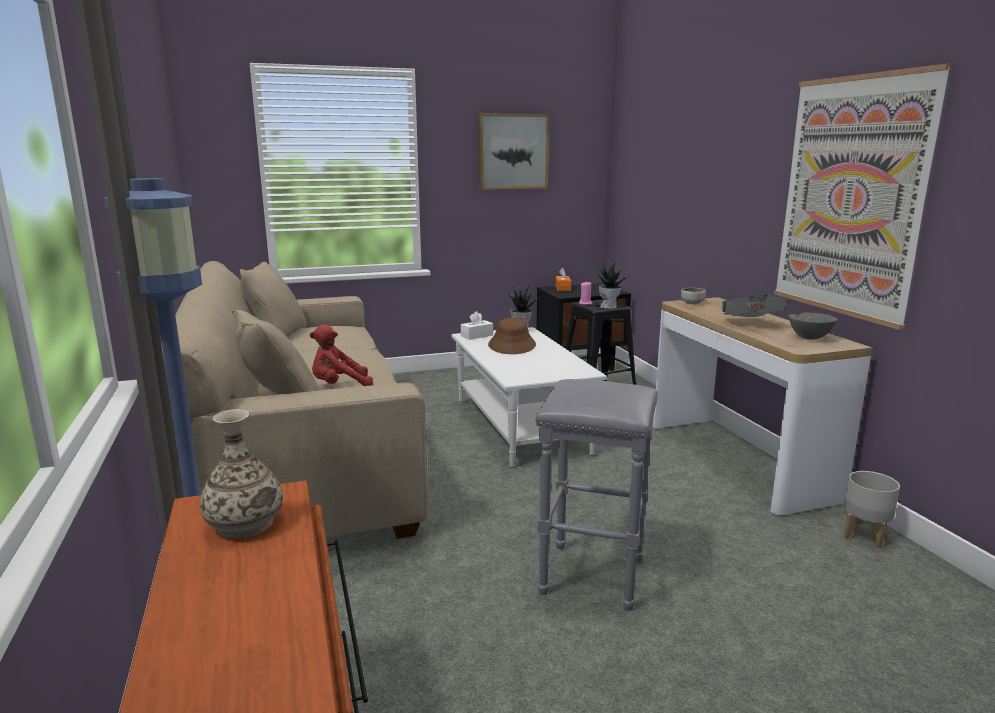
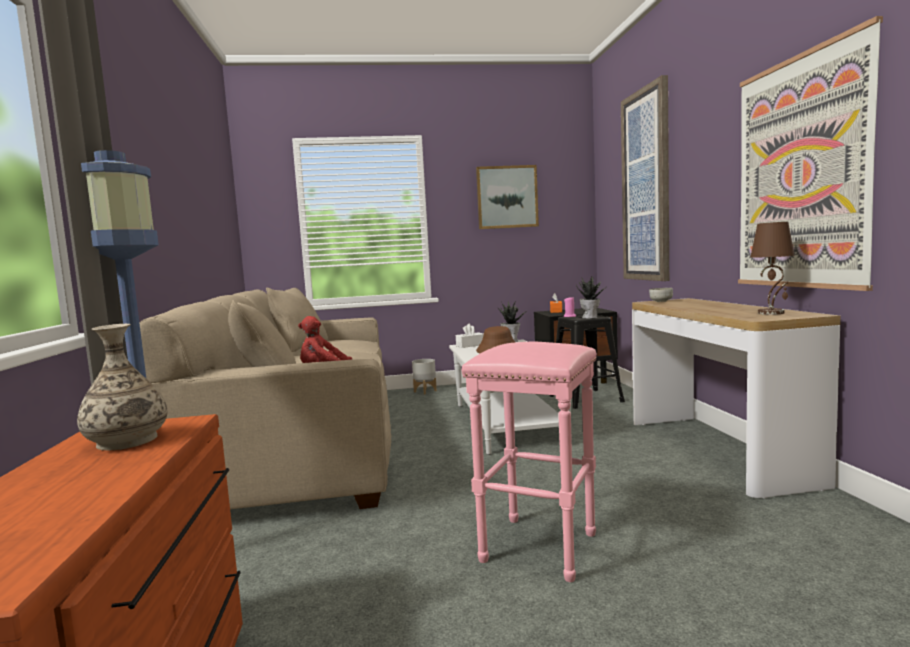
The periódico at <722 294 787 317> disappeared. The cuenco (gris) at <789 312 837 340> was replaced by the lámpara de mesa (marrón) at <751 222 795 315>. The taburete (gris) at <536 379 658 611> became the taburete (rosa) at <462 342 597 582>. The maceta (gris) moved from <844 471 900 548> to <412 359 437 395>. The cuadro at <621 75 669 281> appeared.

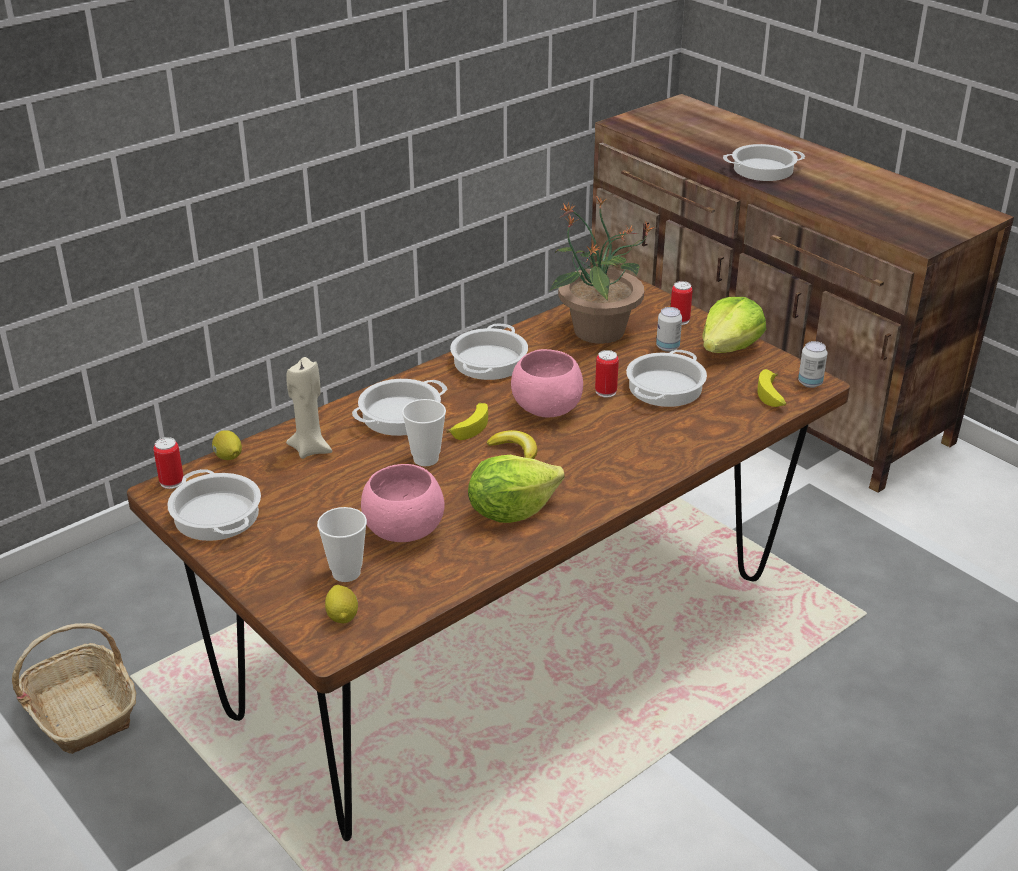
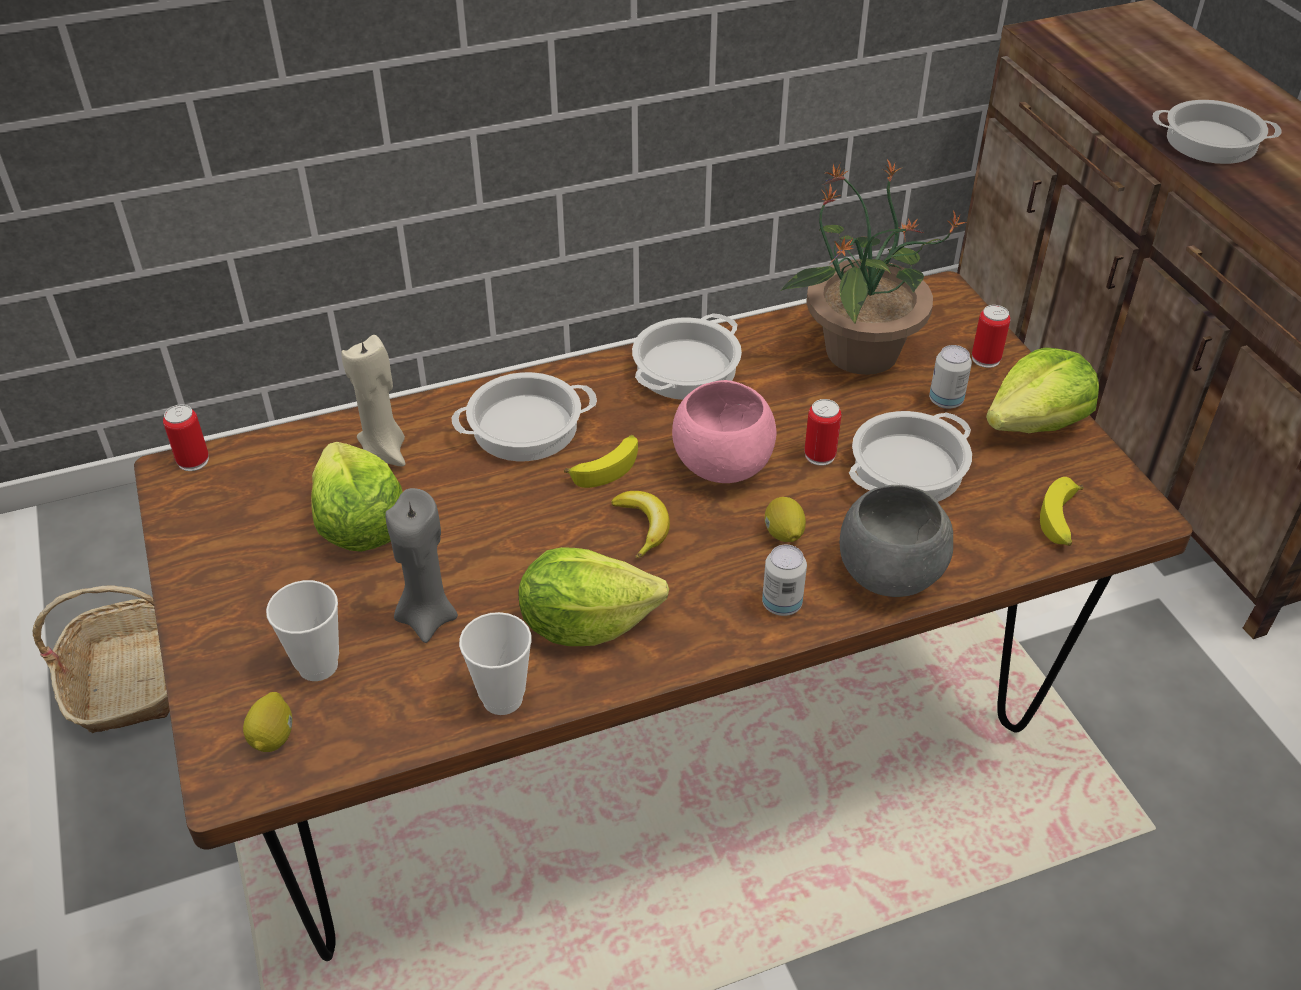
The lata moved from <798 341 828 388> to <762 545 807 616>. The taza moved from <402 399 446 466> to <459 612 532 715>. The limón moved from <212 430 242 460> to <765 497 806 542>. The cuenco (rosa) at <361 464 444 542> was replaced by the vela (gris) at <385 488 458 643>. The olla at <167 469 261 541> disappeared. The lechuga at <311 442 403 552> appeared. The cuenco (gris) at <840 485 953 597> appeared.

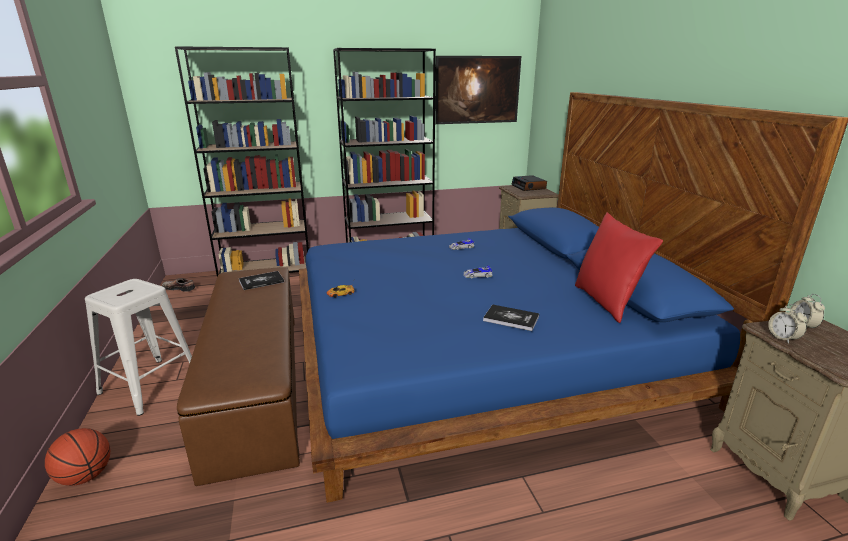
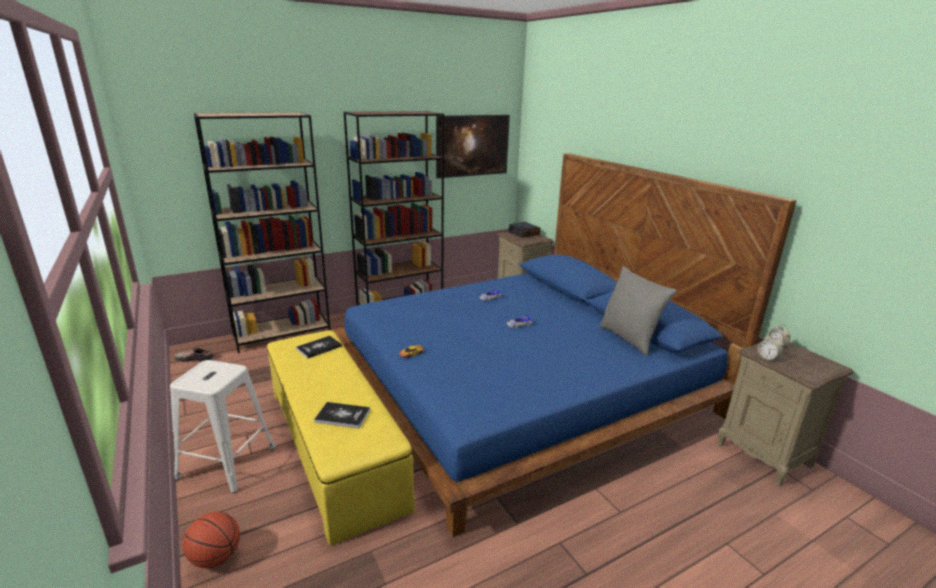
The cojín (rojo) at <575 212 663 323> became the cojín (gris) at <600 266 677 356>. The banco (marrón) at <177 267 300 486> became the banco (amarillo) at <267 330 414 546>. The libro moved from <483 304 539 331> to <314 402 370 429>.

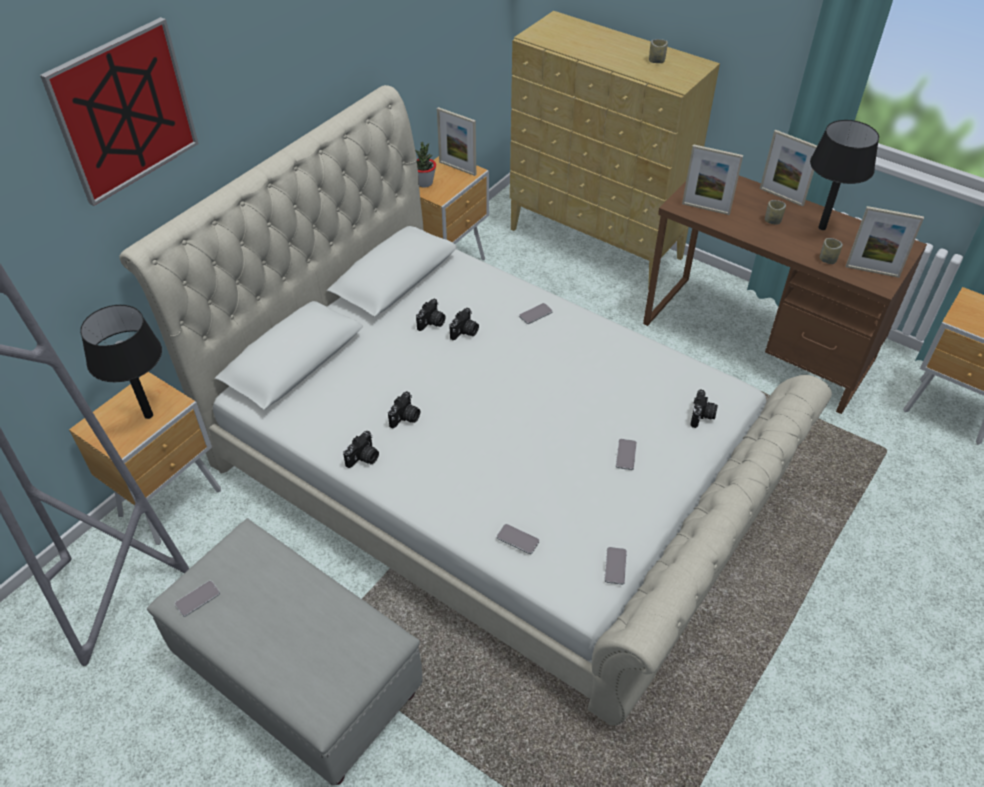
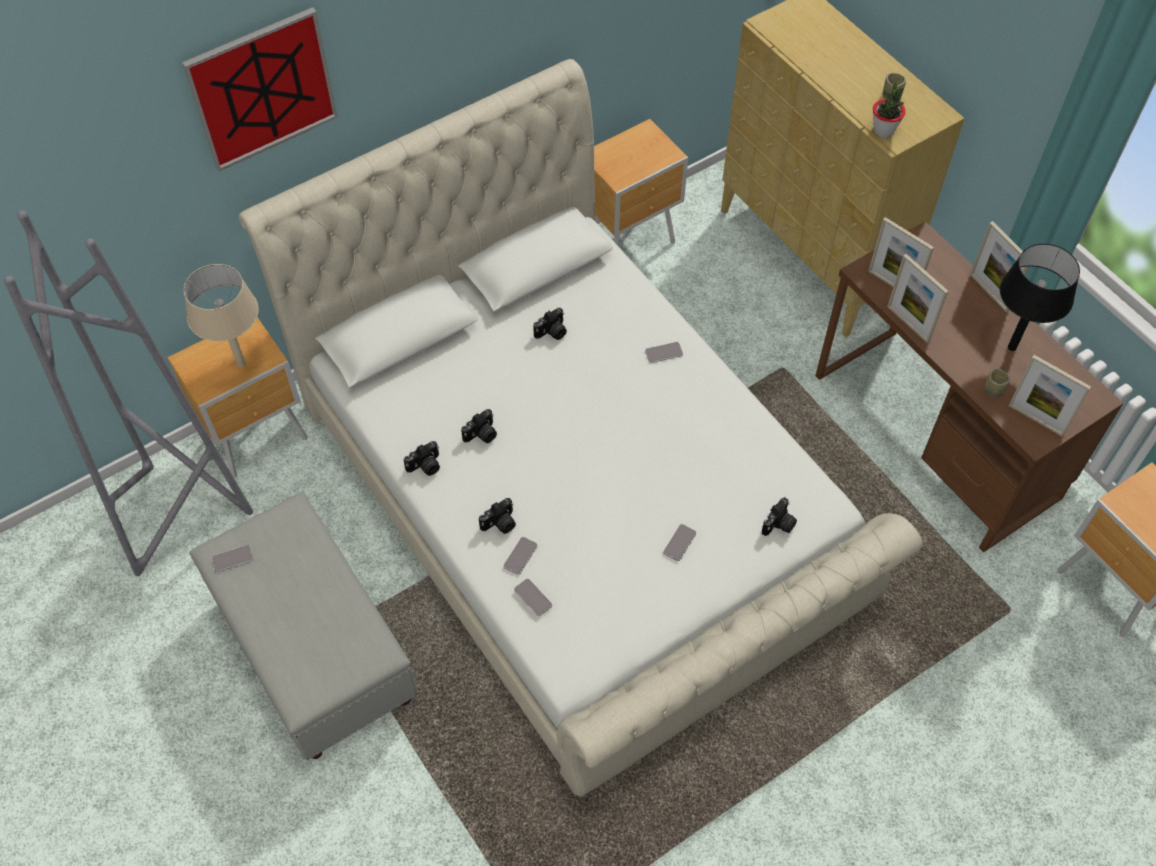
The portarretratos moved from <437 107 476 176> to <887 254 949 343>. The planta en maceta moved from <415 142 436 188> to <873 84 906 137>. The taza at <765 200 786 224> disappeared. The lámpara de mesa (negro) at <80 305 162 419> became the lámpara de mesa (beis) at <184 264 259 367>. The cámara moved from <449 308 479 340> to <479 498 516 534>. The móvil moved from <604 547 627 585> to <503 537 537 575>.

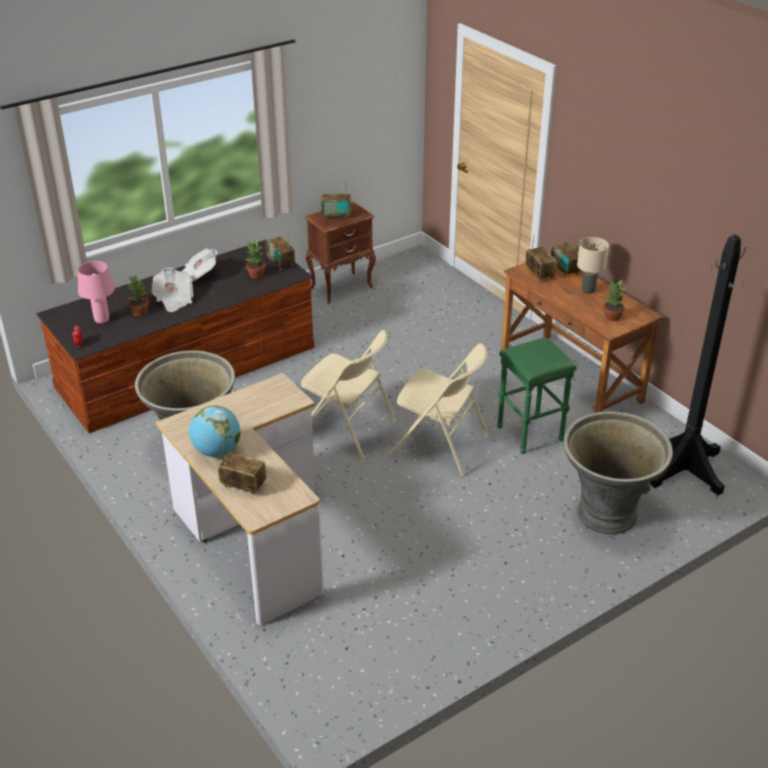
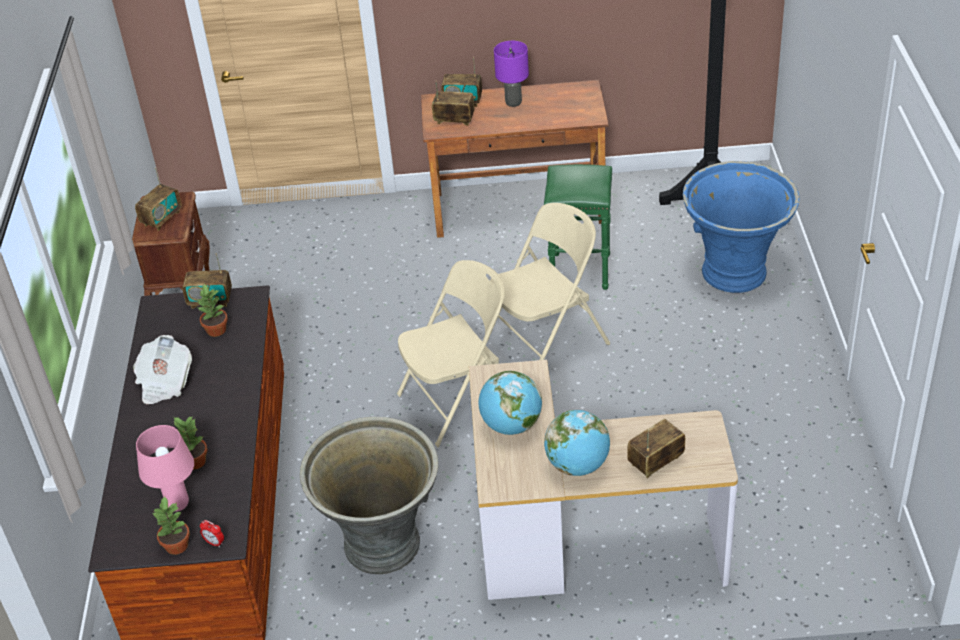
The lámpara de mesa (beis) at <577 237 609 294> became the lámpara de mesa (morado) at <494 41 529 107>. The periódico at <151 268 193 312> disappeared. The planta en maceta moved from <603 280 626 321> to <151 496 190 555>. The maceta (gris) at <564 411 673 534> became the maceta (azul) at <683 161 799 293>. The globo terráqueo at <479 370 542 435> appeared.

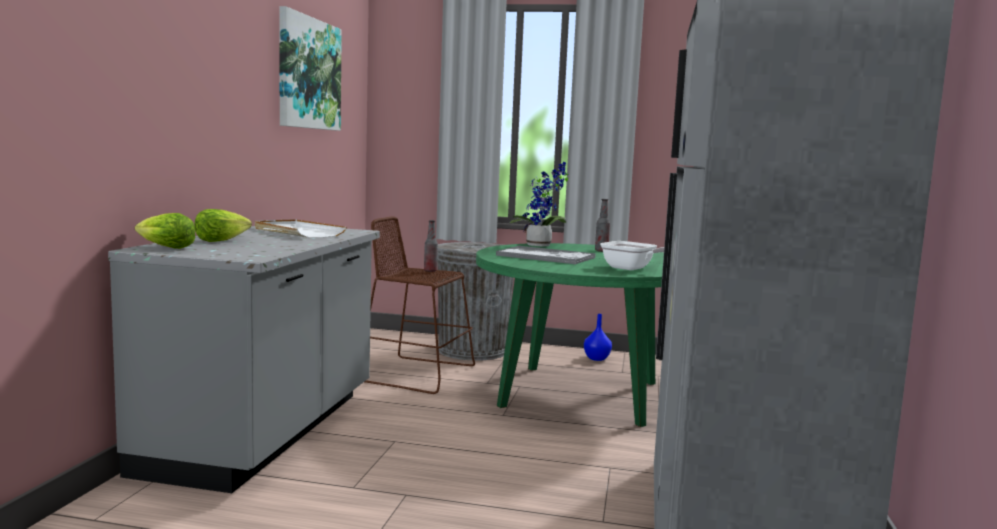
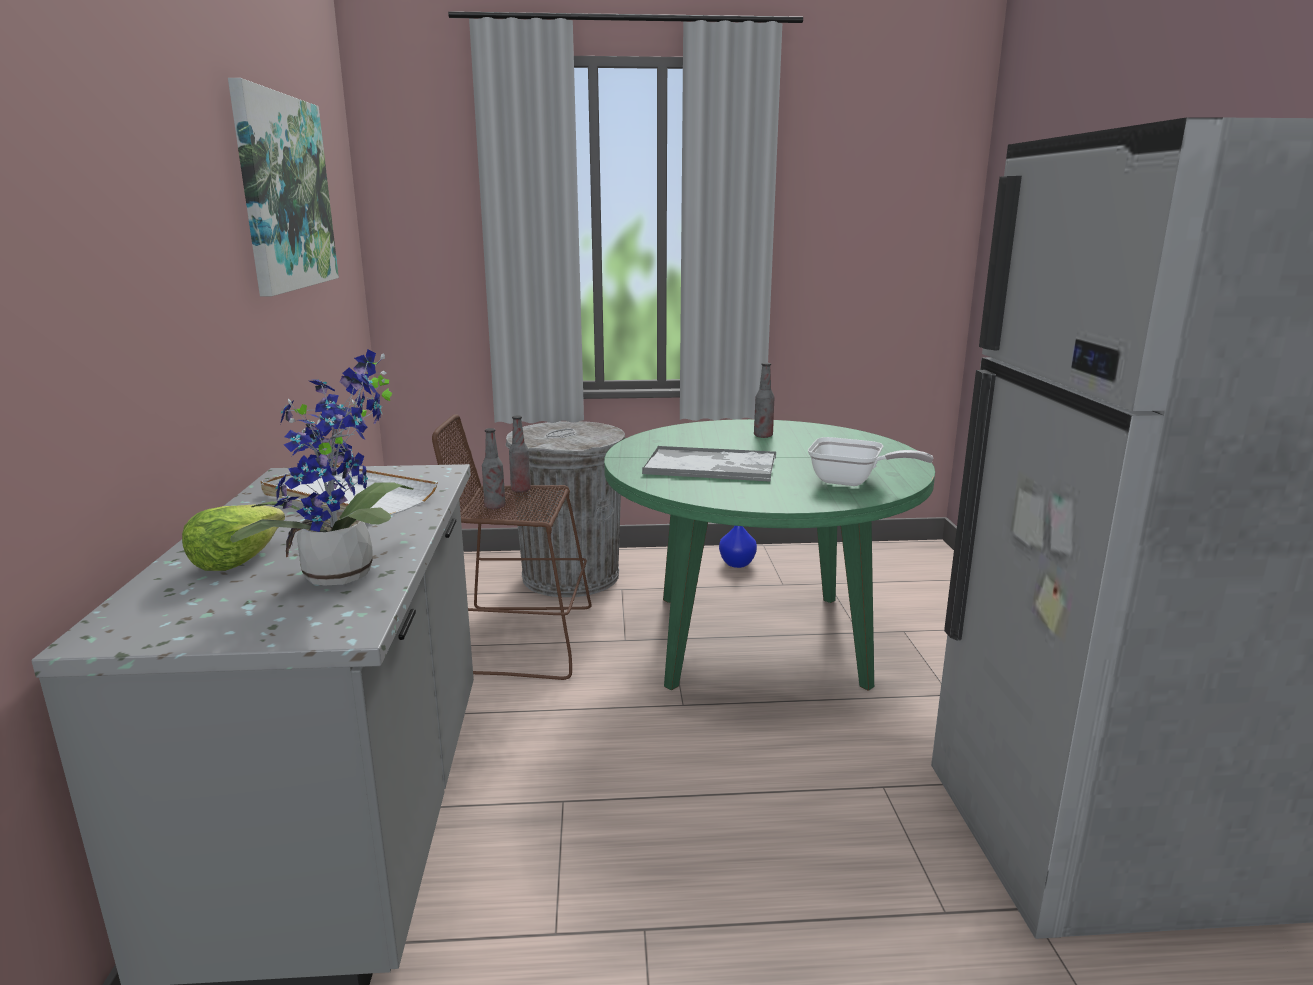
The planta en maceta moved from <509 162 569 246> to <230 349 414 585>. The lechuga at <135 213 195 249> disappeared. The botella at <482 428 505 509> appeared.

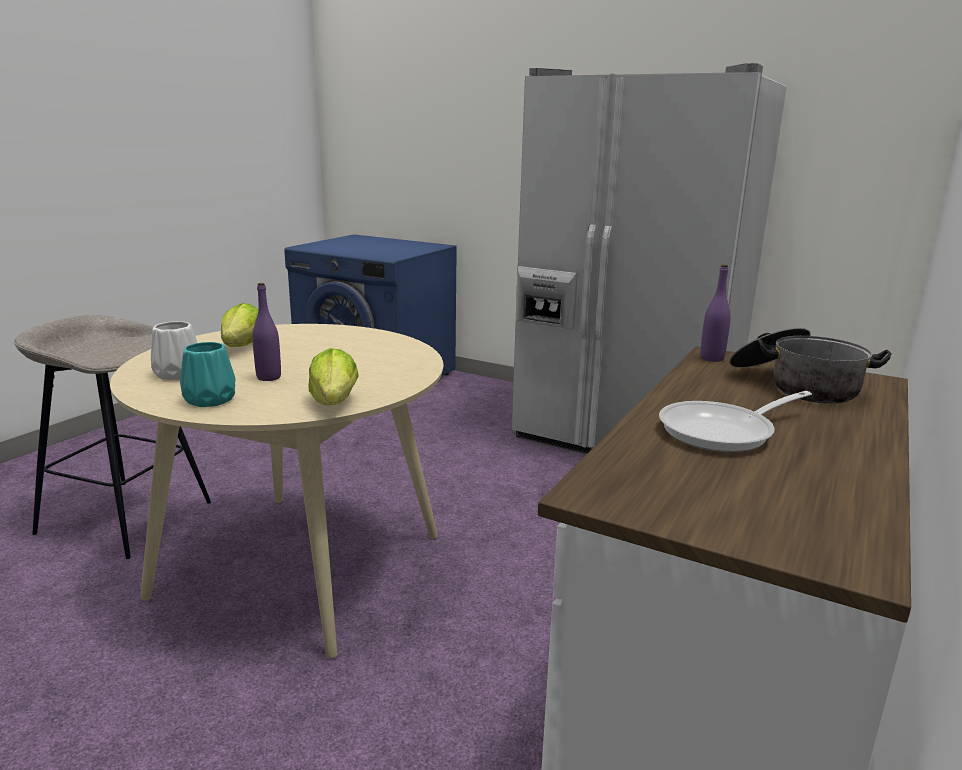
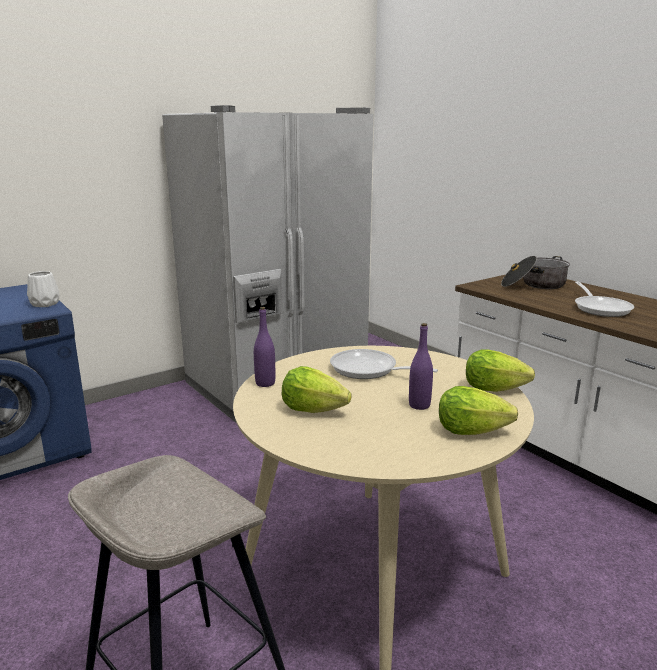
The botella (morado) moved from <700 265 731 362> to <254 307 275 387>. The florero (blanco) moved from <151 321 197 380> to <27 271 59 307>. The florero (turquesa) at <180 342 235 407> was replaced by the lechuga at <439 386 518 435>. The sartén at <330 349 438 379> appeared.

